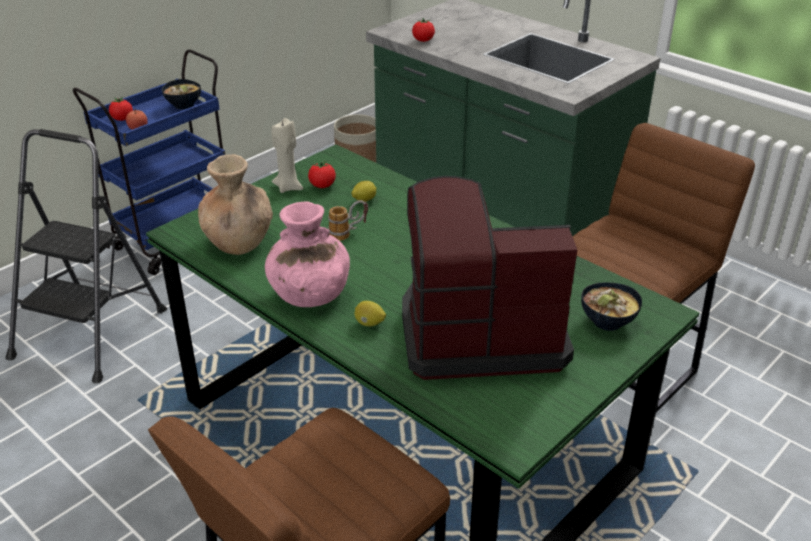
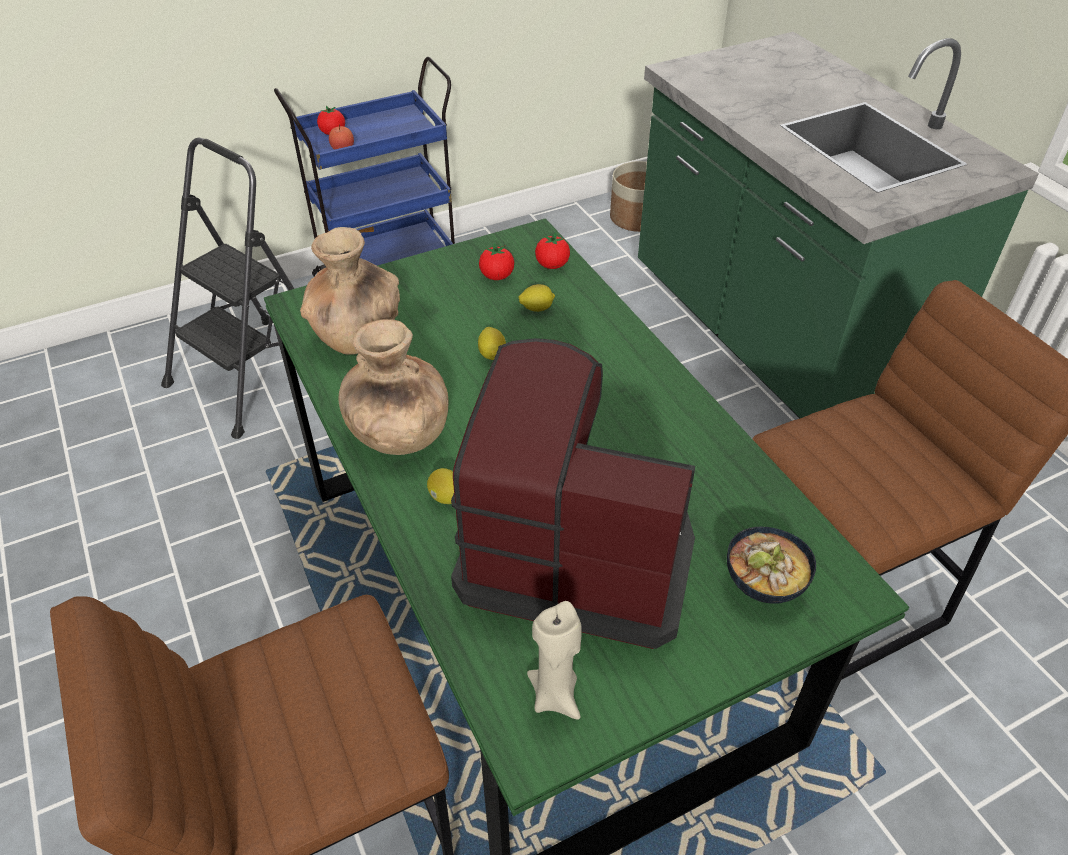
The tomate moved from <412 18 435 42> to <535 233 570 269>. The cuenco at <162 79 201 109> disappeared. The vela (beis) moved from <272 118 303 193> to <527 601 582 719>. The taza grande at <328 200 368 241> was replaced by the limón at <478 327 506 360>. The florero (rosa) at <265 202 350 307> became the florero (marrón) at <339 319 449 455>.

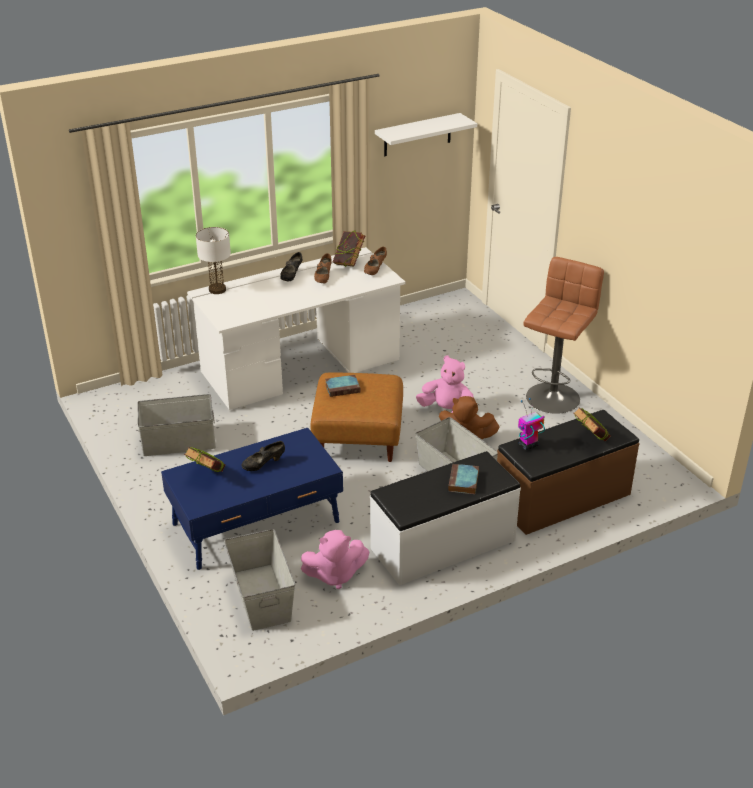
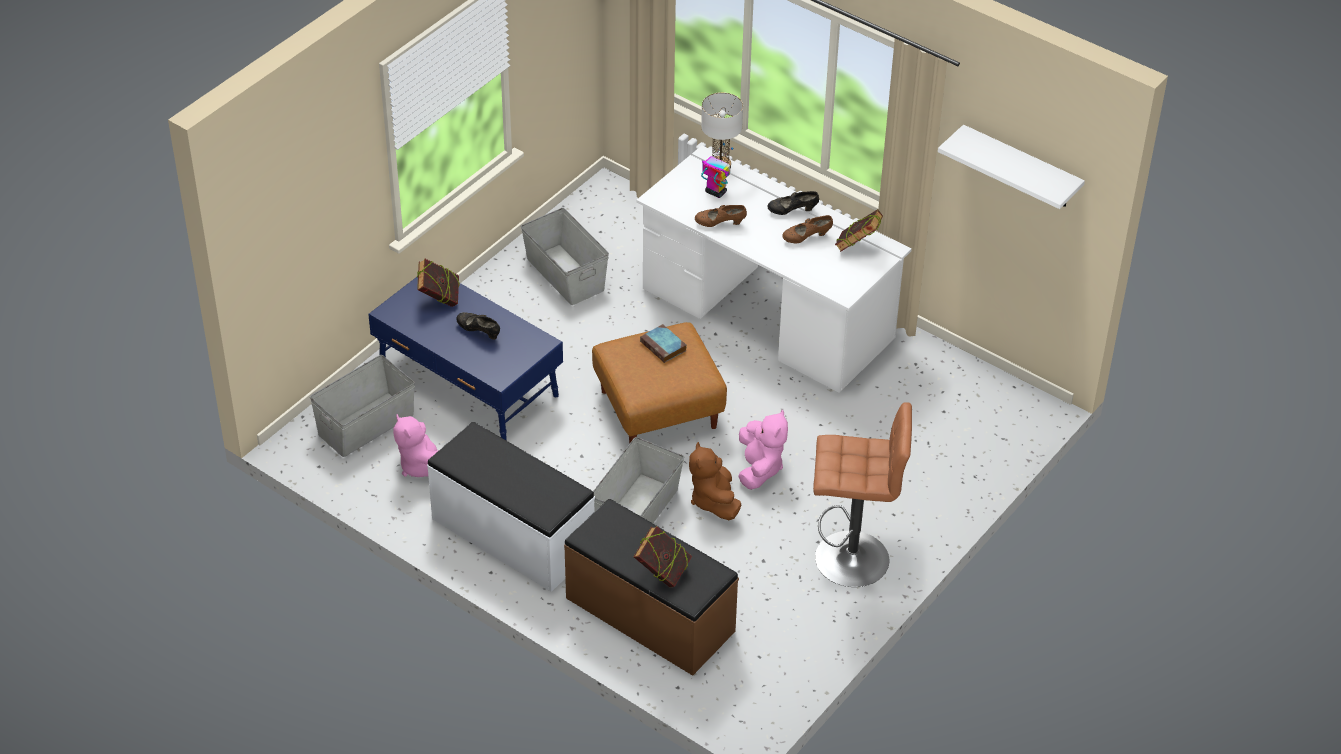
The zapato (marrón) moved from <364 247 387 275> to <695 205 747 227>. The robot de juguete moved from <518 398 545 450> to <701 143 733 198>. The libro at <448 464 479 494> disappeared.

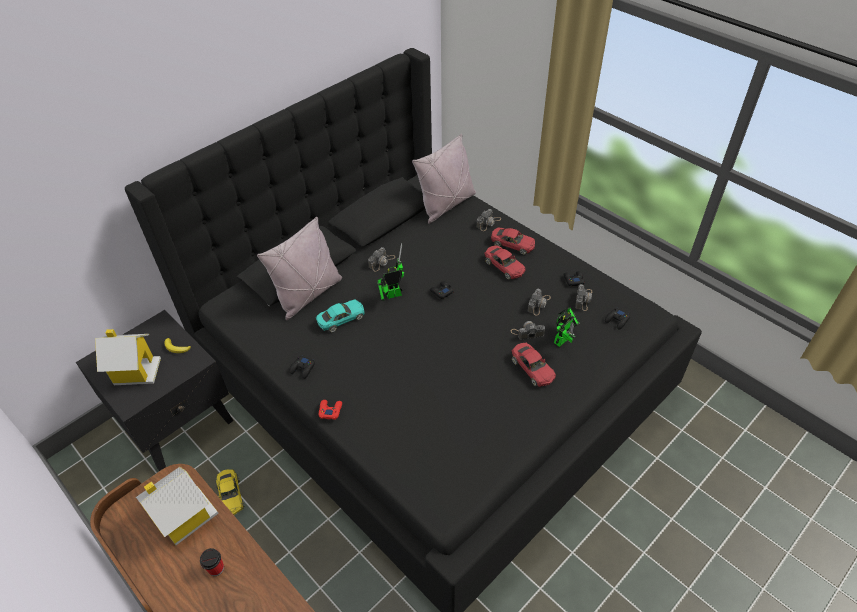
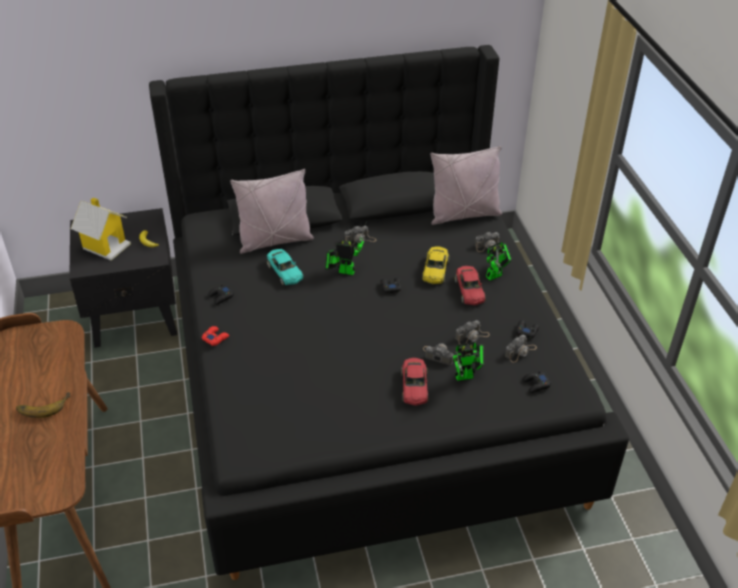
The coche de juguete (rojo) at <491 228 535 255> was replaced by the robot de juguete at <486 242 512 281>. The coche de juguete (turquesa) at <316 299 365 332> turned 60 degrees clockwise. The casita at <136 467 219 545> disappeared. The coche de juguete (amarillo) moved from <216 469 244 515> to <422 246 450 284>. The taza at <200 548 224 576> was replaced by the plátano at <16 392 70 418>.

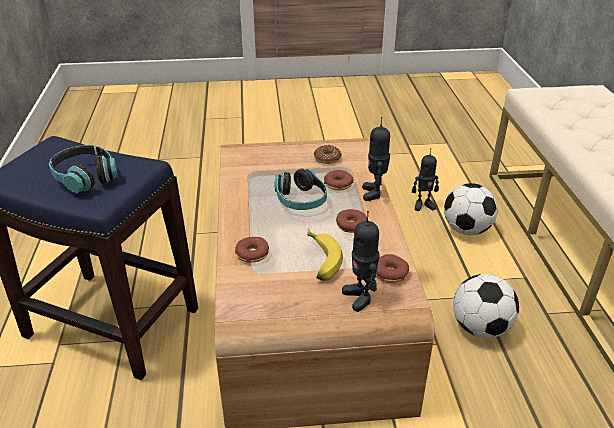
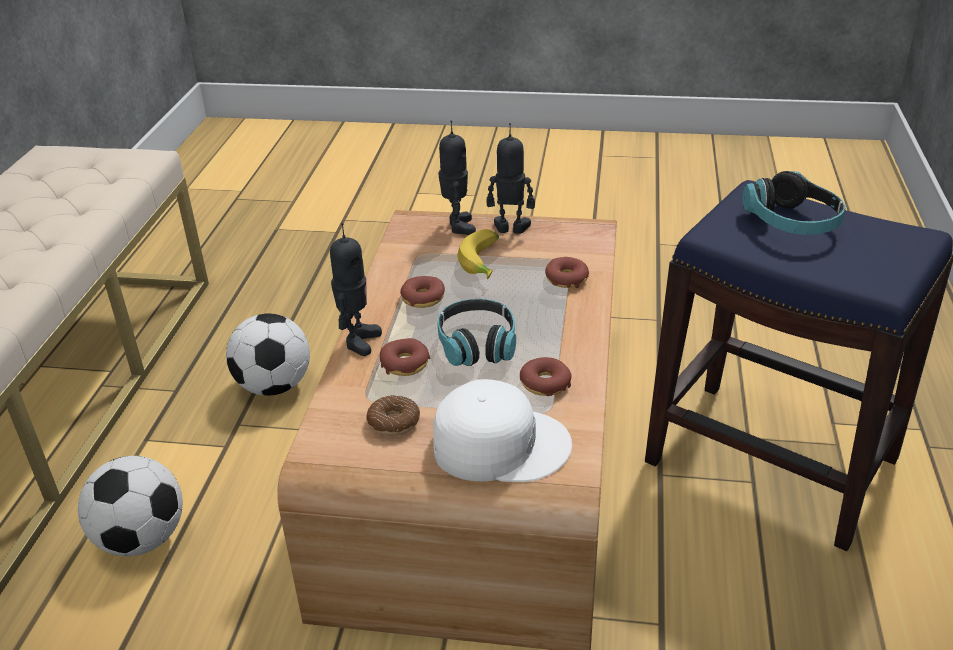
The robot de juguete moved from <412 148 439 211> to <487 123 535 234>. The rosquilla moved from <376 254 409 283> to <520 357 572 396>. The gorra (blanco) at <433 379 572 482> appeared.

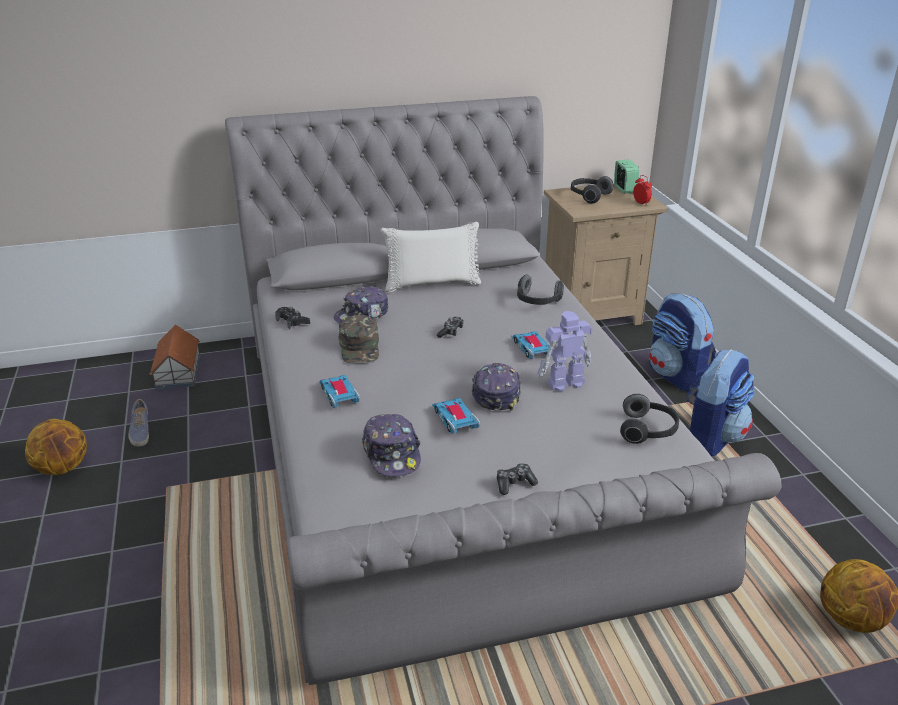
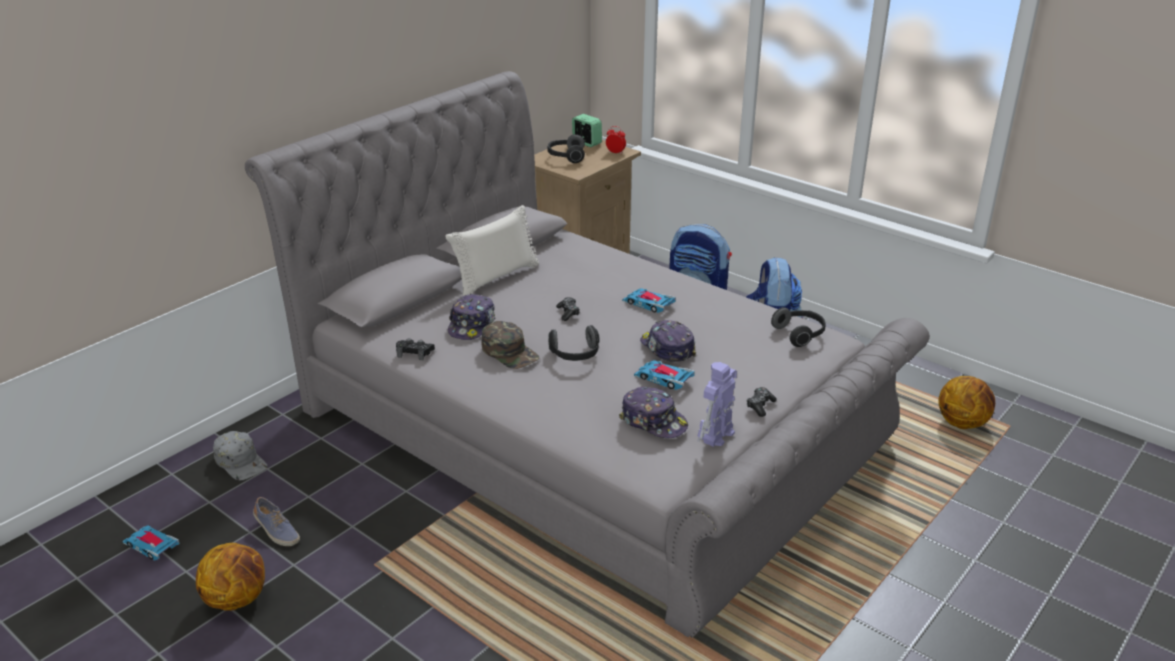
The auriculares moved from <517 274 564 305> to <548 325 600 361>. The robot de juguete moved from <537 311 592 392> to <698 362 737 447>. The casita at <149 324 200 389> was replaced by the gorra (gris) at <213 431 267 480>. The coche de juguete moved from <319 375 360 408> to <122 525 179 560>.

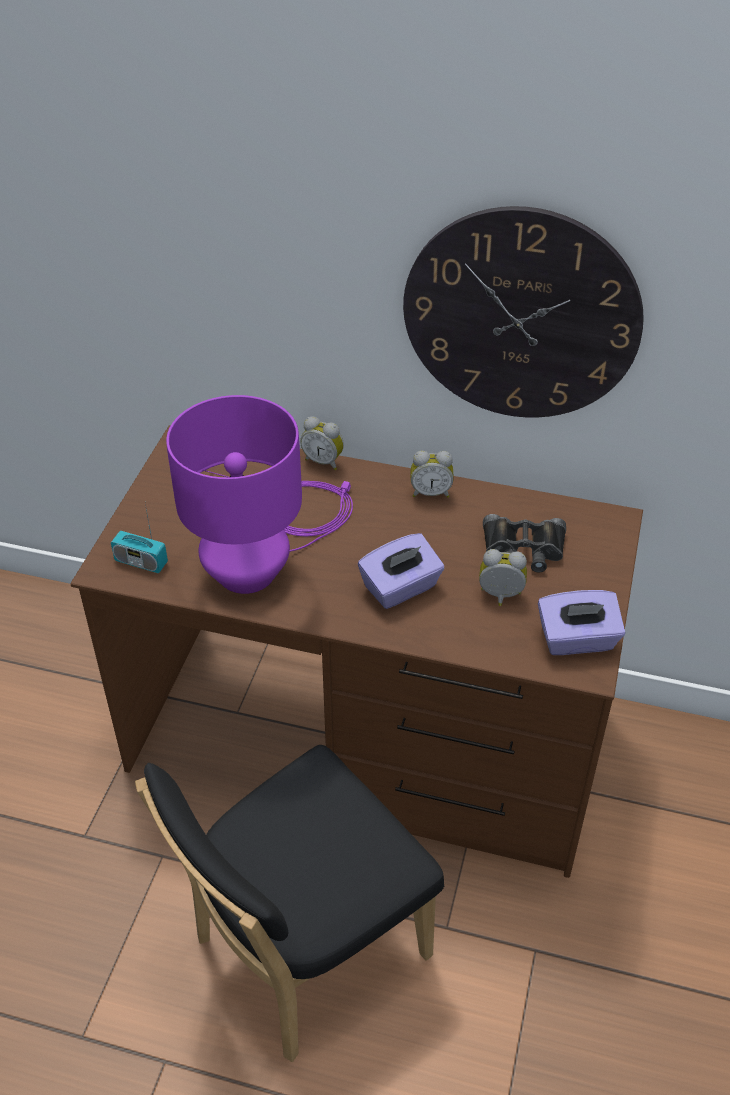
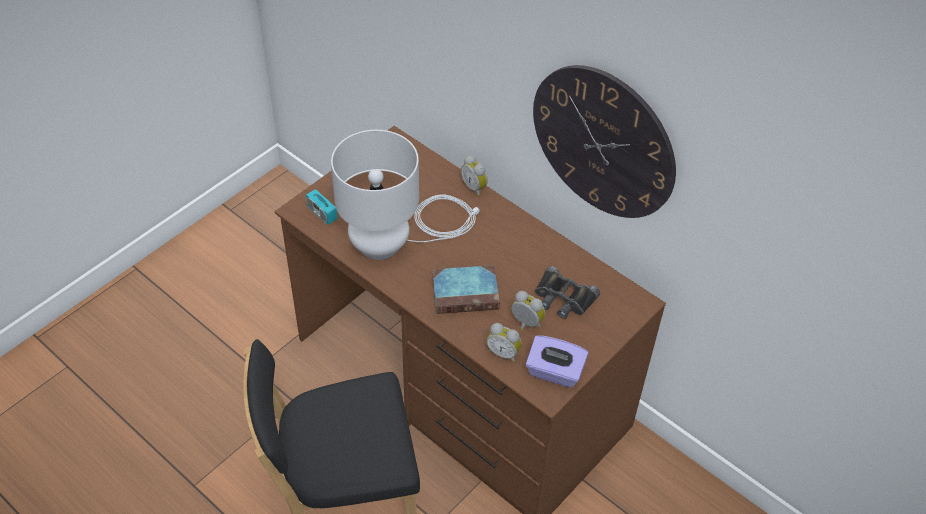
The lámpara de mesa (morado) at <166 395 353 594> became the lámpara de mesa (gris) at <331 130 480 260>. The despertador moved from <410 451 454 498> to <486 323 522 362>. The caja de pañuelos (morado) at <358 533 445 609> was replaced by the libro at <432 265 500 314>.

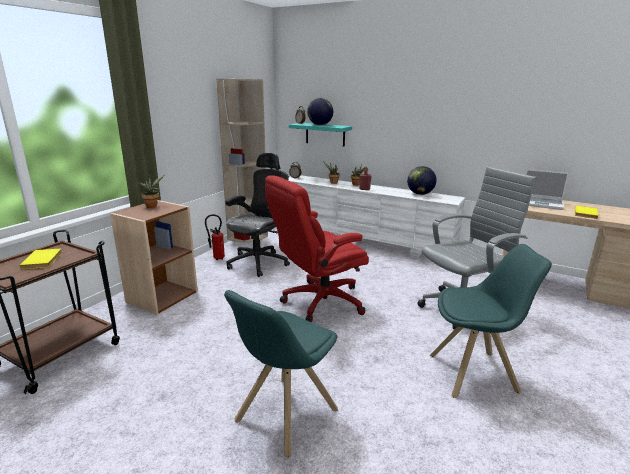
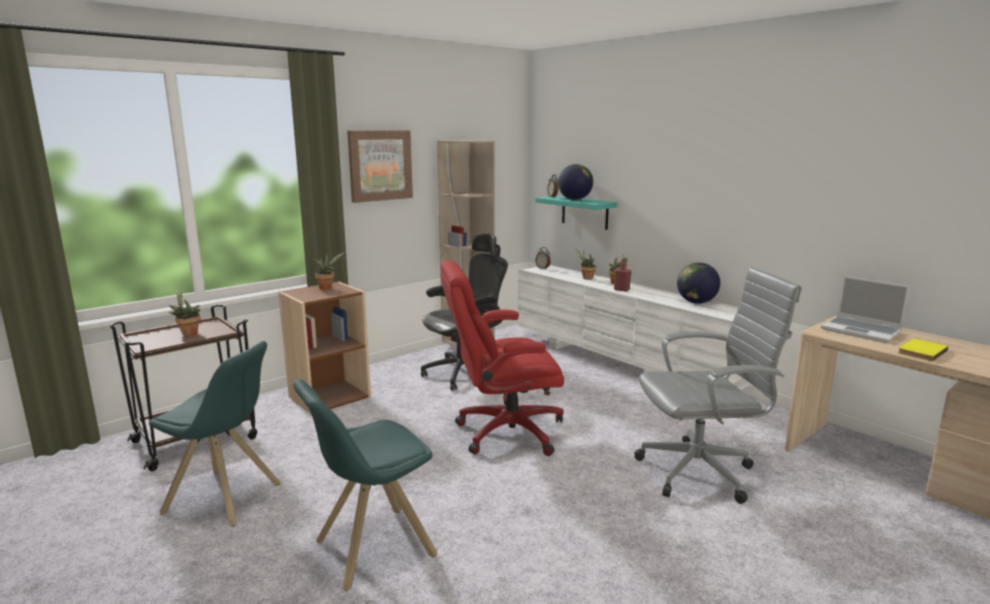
The extintor at <205 214 225 260> disappeared. The silla (turquesa) moved from <430 244 552 398> to <149 341 281 526>. The libro (amarillo) at <19 249 62 269> was replaced by the planta en maceta at <168 289 201 336>. The cuadro at <347 130 413 203> appeared.

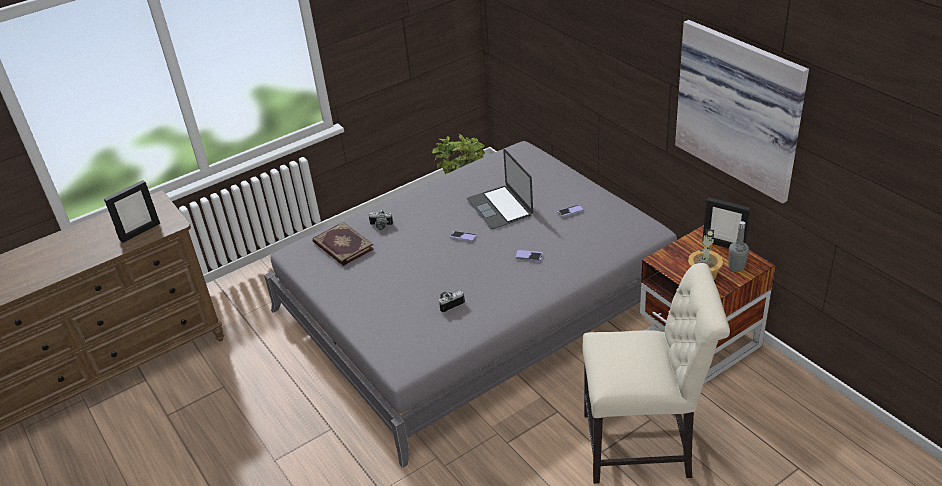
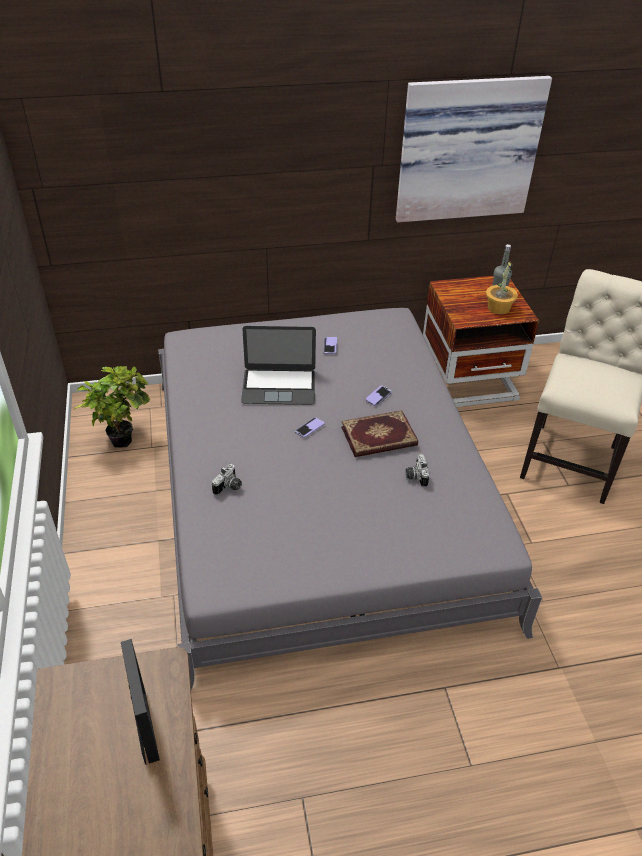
The portarretratos at <702 197 751 248> disappeared. The libro moved from <313 222 374 266> to <341 410 418 457>.

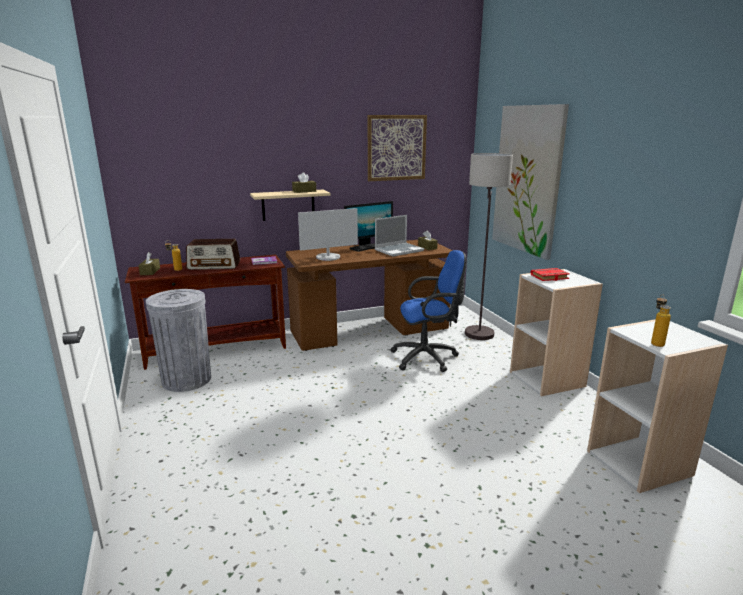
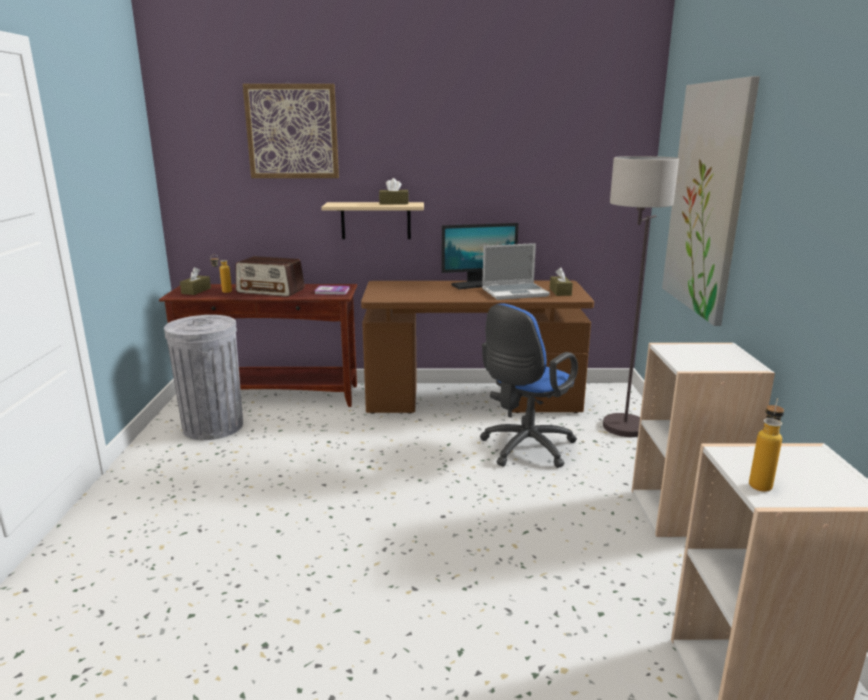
The cuadro moved from <368 113 427 181> to <243 81 339 178>. The monitor at <298 208 358 261> disappeared. The silla de oficina (azul) at <390 250 466 372> turned 120 degrees clockwise. The libro (rojo) at <530 268 569 281> disappeared.

